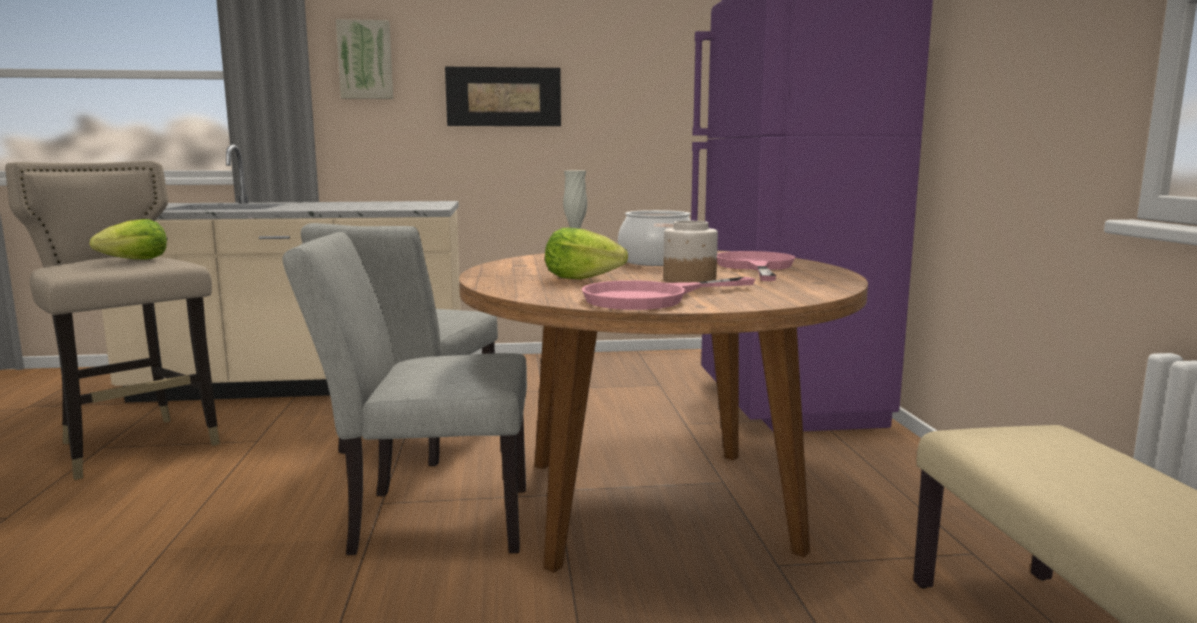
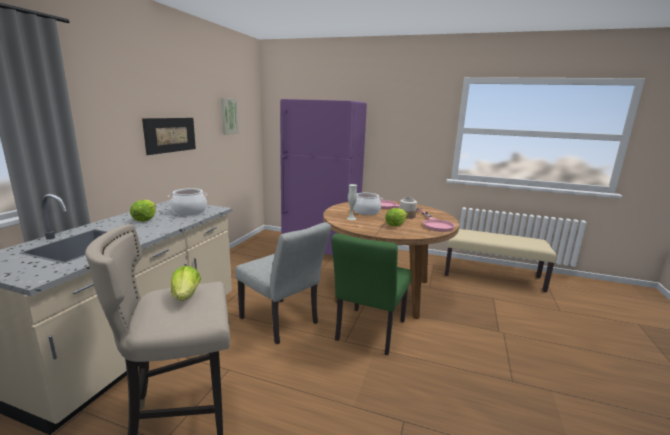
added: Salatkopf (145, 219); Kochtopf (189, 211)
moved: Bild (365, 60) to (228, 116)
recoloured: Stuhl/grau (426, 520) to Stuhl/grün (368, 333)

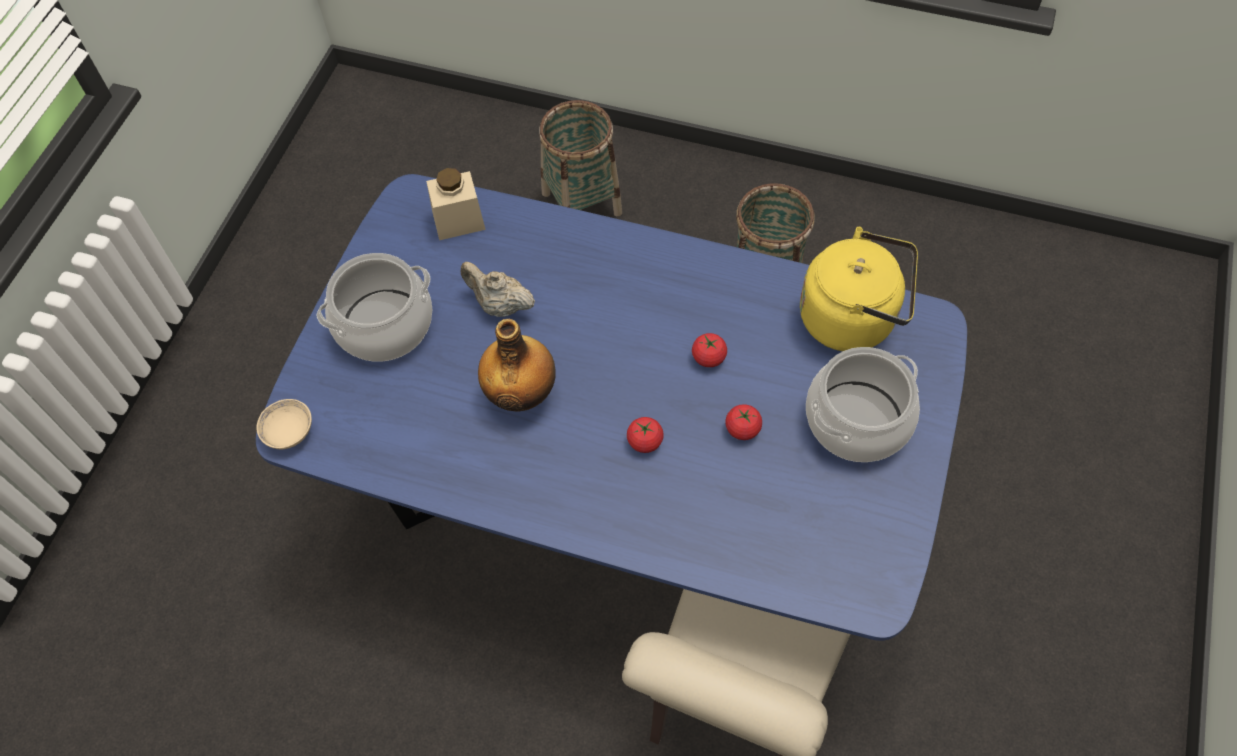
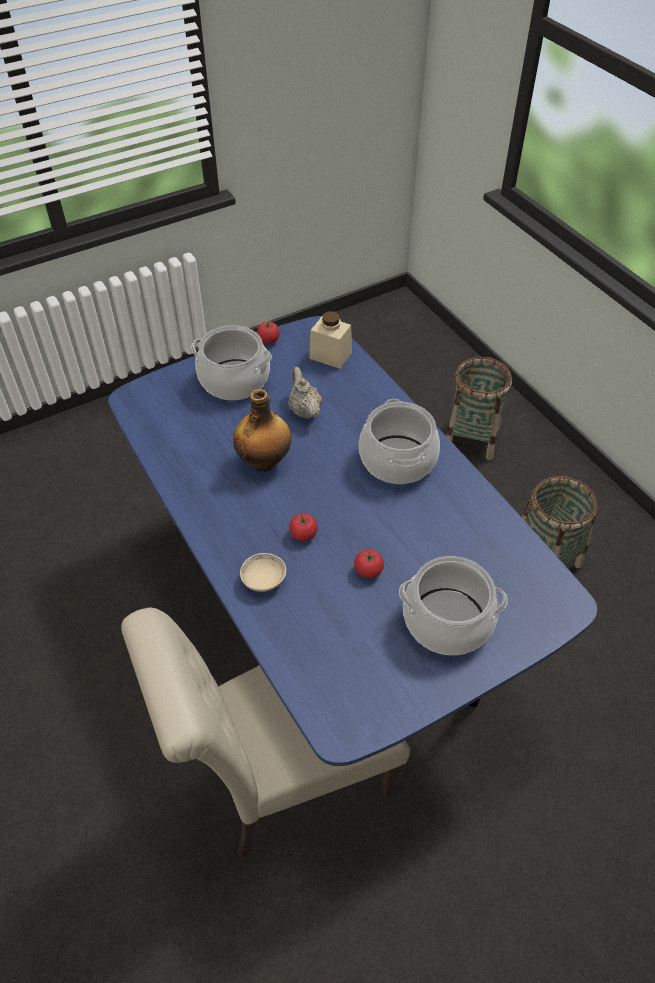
removed: Wasserkessel/gelb (853, 318)
added: Kochtopf (397, 460)
moved: Schüssel/beige (289, 432) to (264, 580); Tomate (708, 357) to (268, 340)

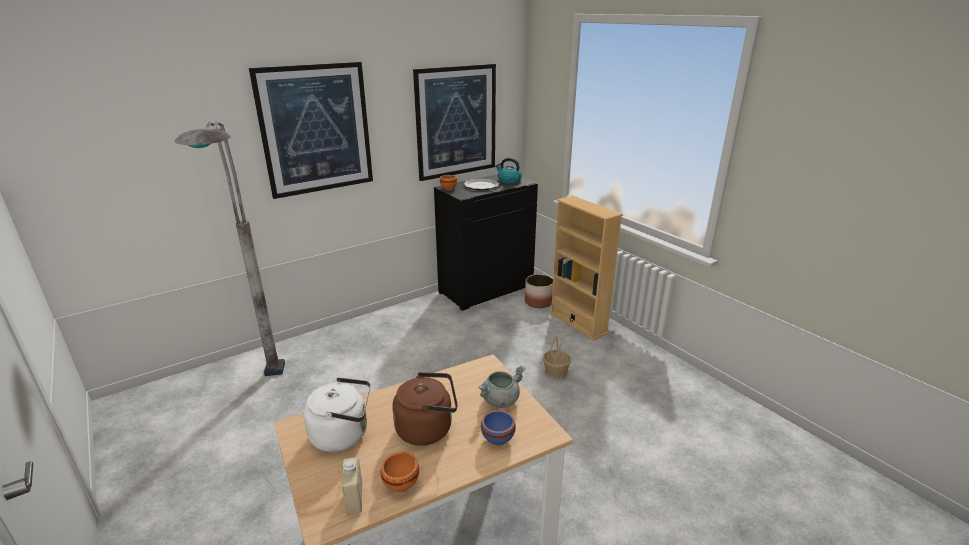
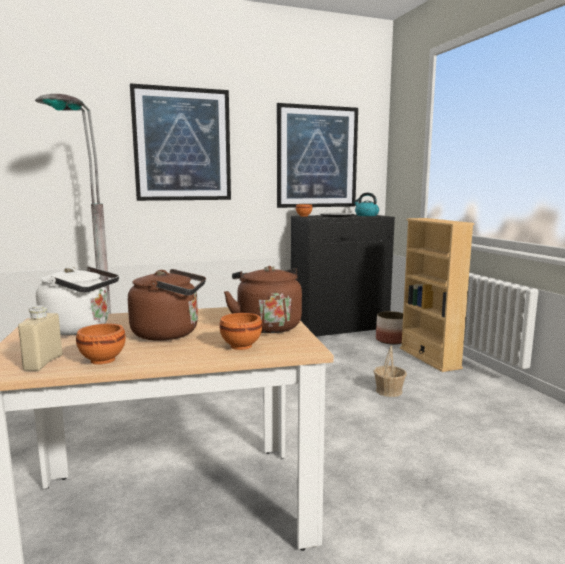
replaced: Kochtopf/grau (500, 400) to Wasserkessel/braun (267, 326)
recoloured: Schüssel/blau (498, 440) to Schüssel/orange (241, 346)

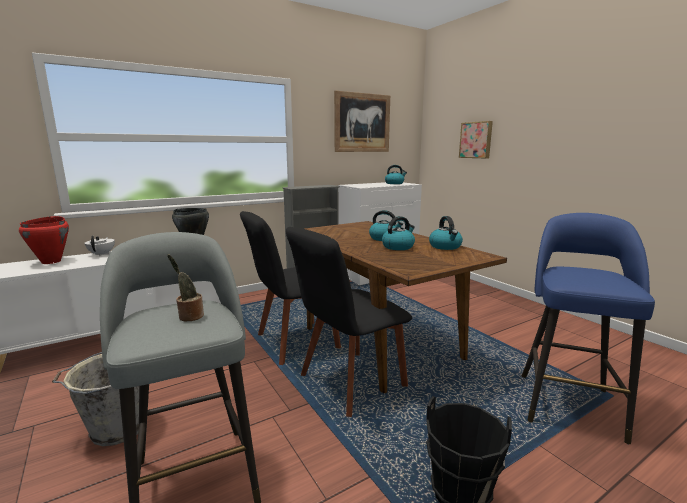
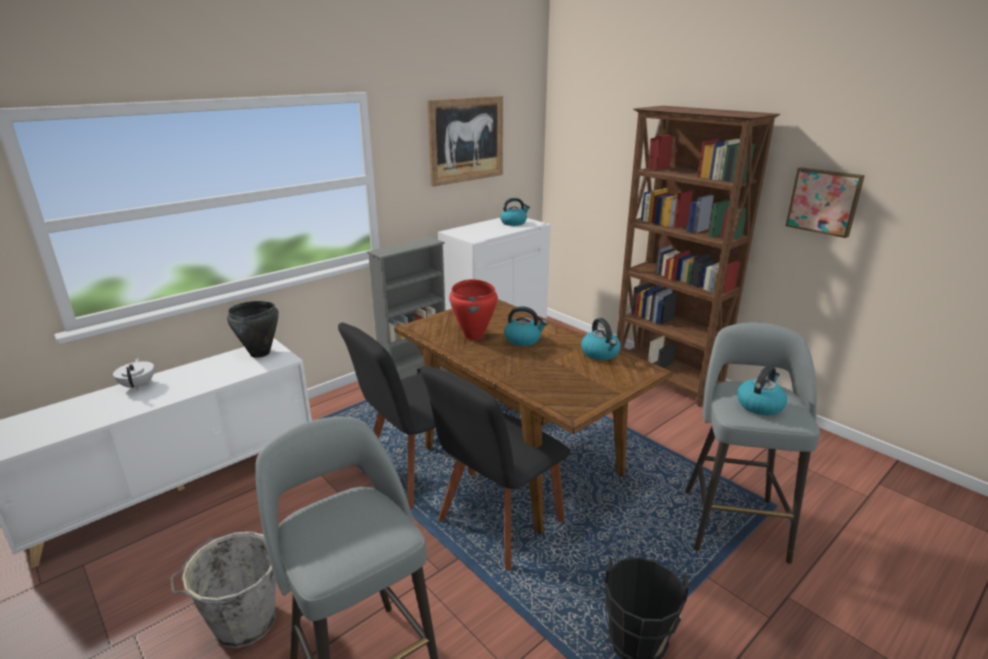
removed: Topfpflanze (189, 316)
added: Bücherregal/braun (666, 380)
moved: Kochtopf/rot (52, 261) to (474, 335); Wasserkessel (398, 247) to (759, 405); Bild (476, 140) to (824, 201)
recoloured: Hocker/blau (568, 403) to Hocker/grau (733, 522)

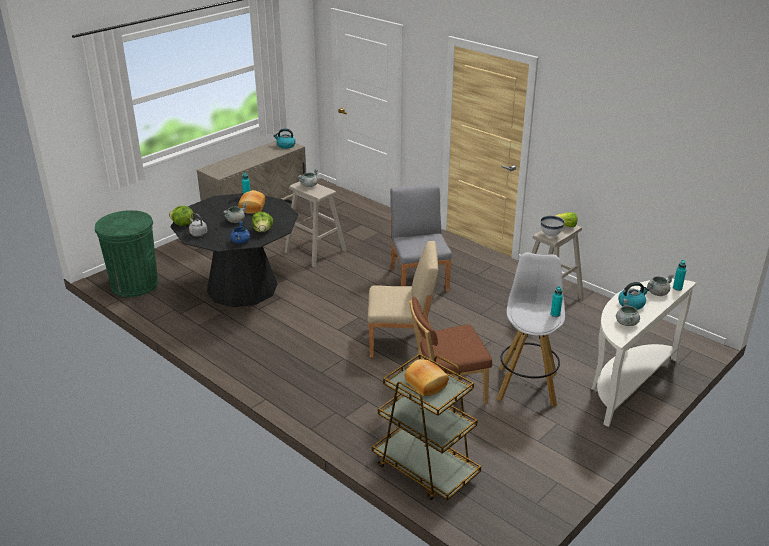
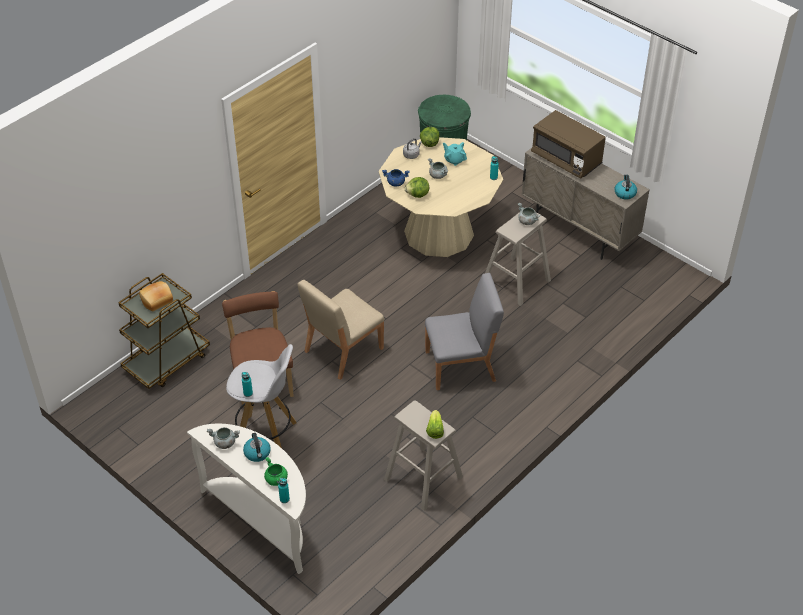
removed: Brot (251, 207); Schüssel/weiß (550, 235)
added: Teekanne/türkis (454, 160); Mikrowelle/braun (566, 159)
recoloured: Esstisch/schwarz (242, 288) to Esstisch/beige (439, 233); Kochtopf/grau (657, 293) to Kochtopf/grün (276, 479)
turned: Stuhl/beige (402, 342) = (342, 350) 45 degrees clockwise

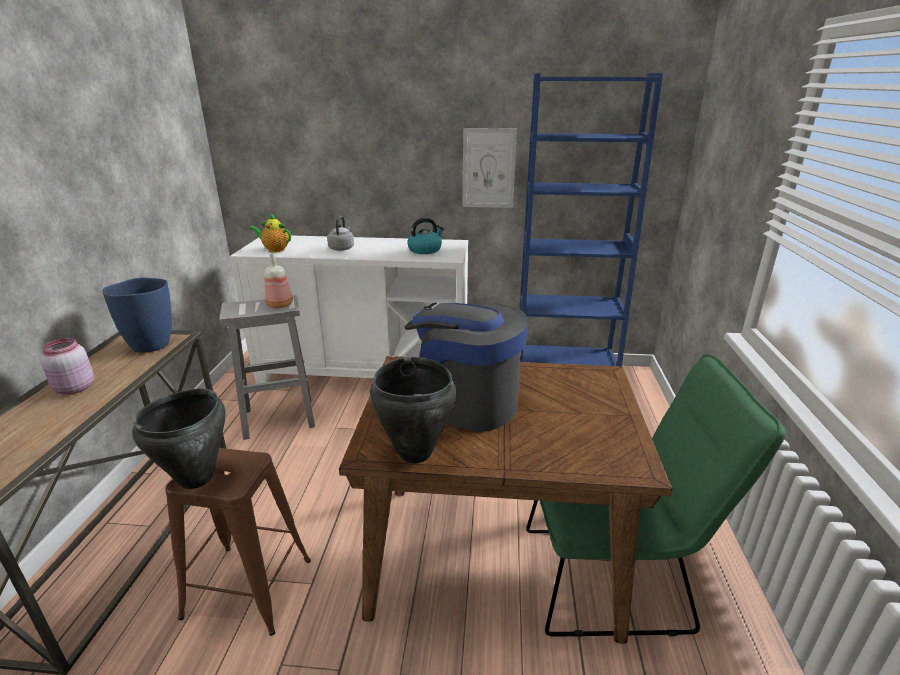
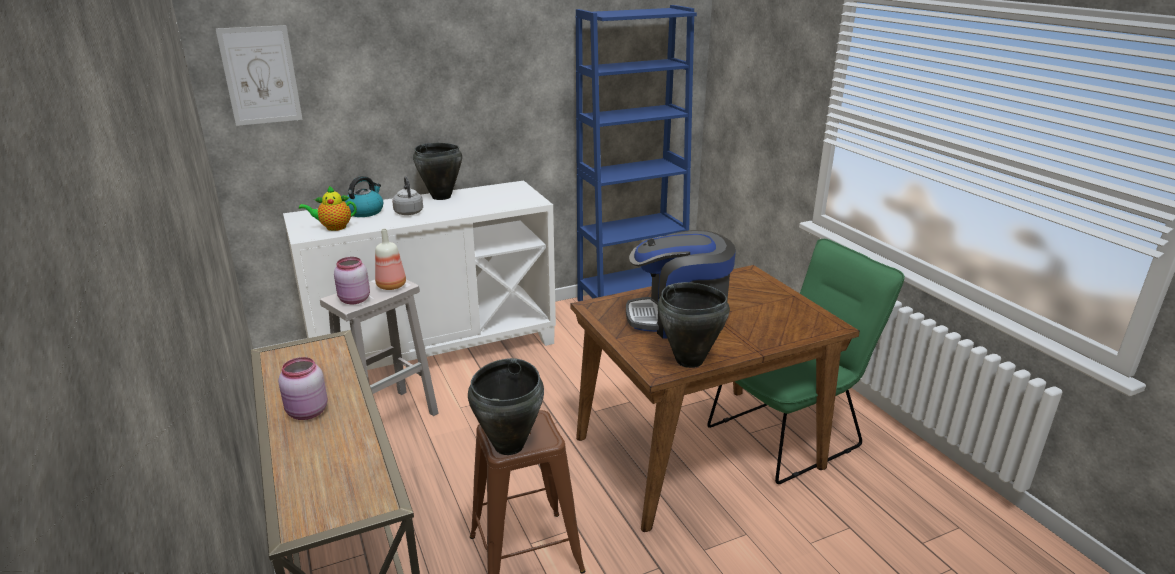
removed: Vase/blau (151, 345)
added: Vorratsglas/rosa (354, 300); Kochtopf/schwarz (441, 197)
moved: Wasserkessel (425, 250) to (365, 211); Bild (488, 168) to (260, 75)

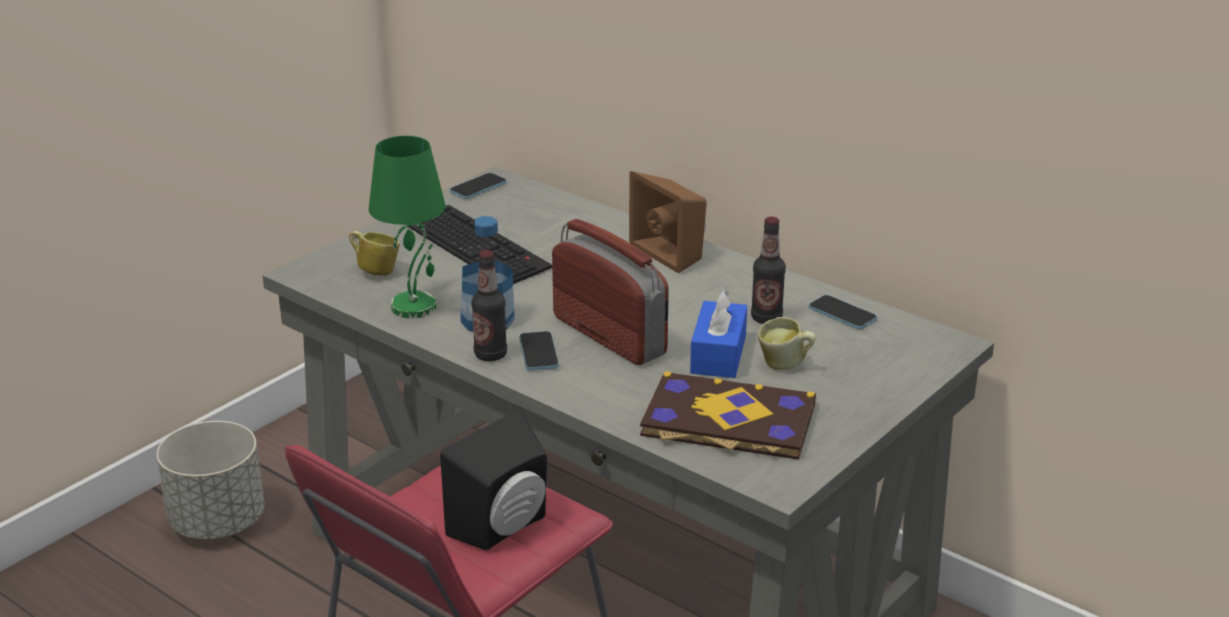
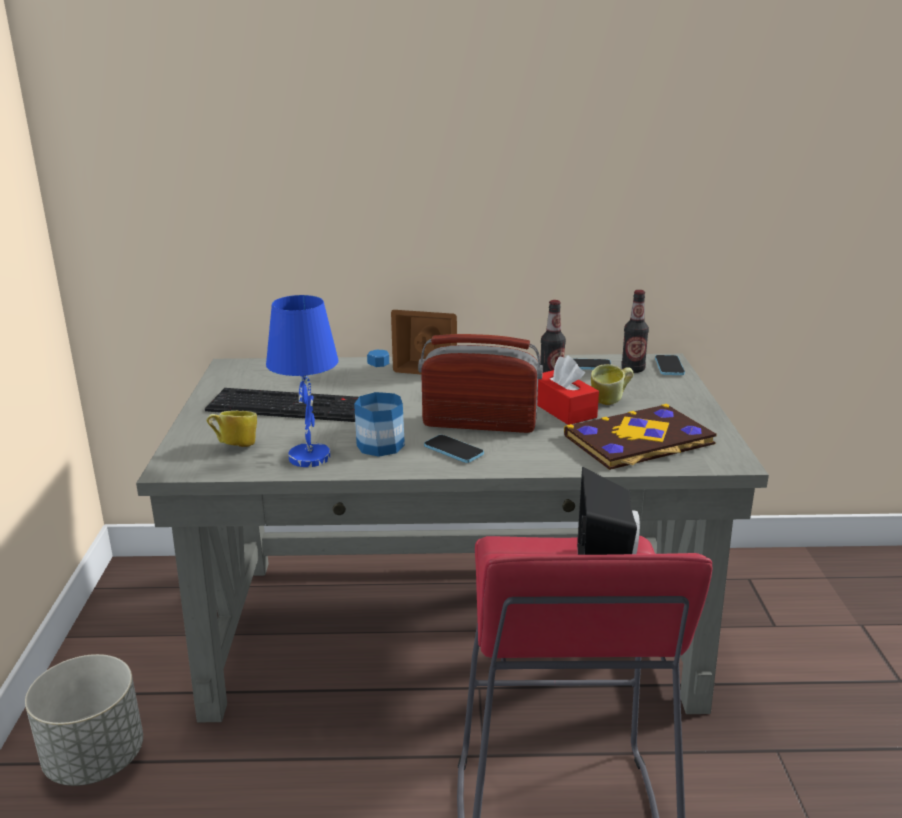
moved: Handy (478, 188) to (669, 366); Flasche (490, 355) to (633, 369)
recoloured: Tischlampe/grün (414, 306) to Tischlampe/blau (309, 456); Taschentuchbox/blau (718, 354) to Taschentuchbox/rot (563, 409)

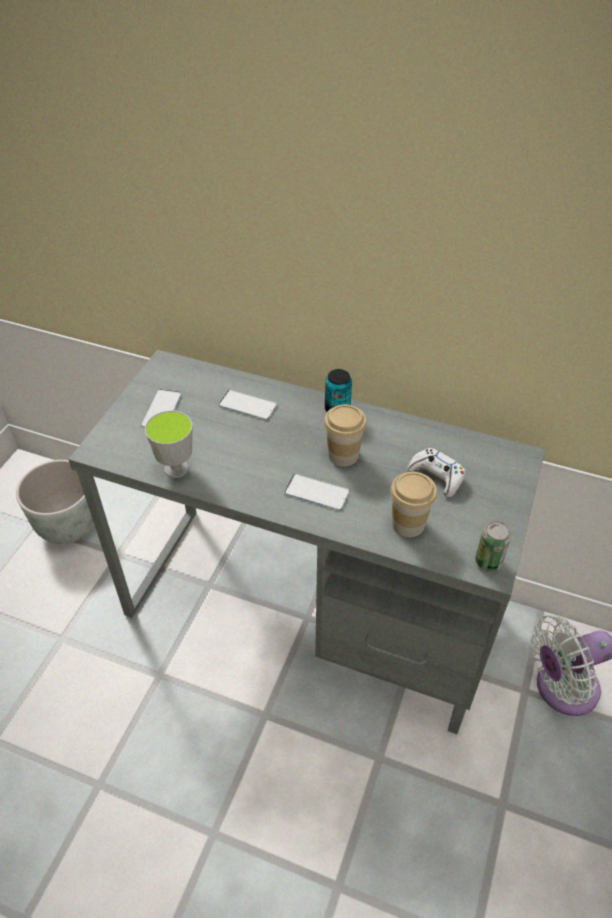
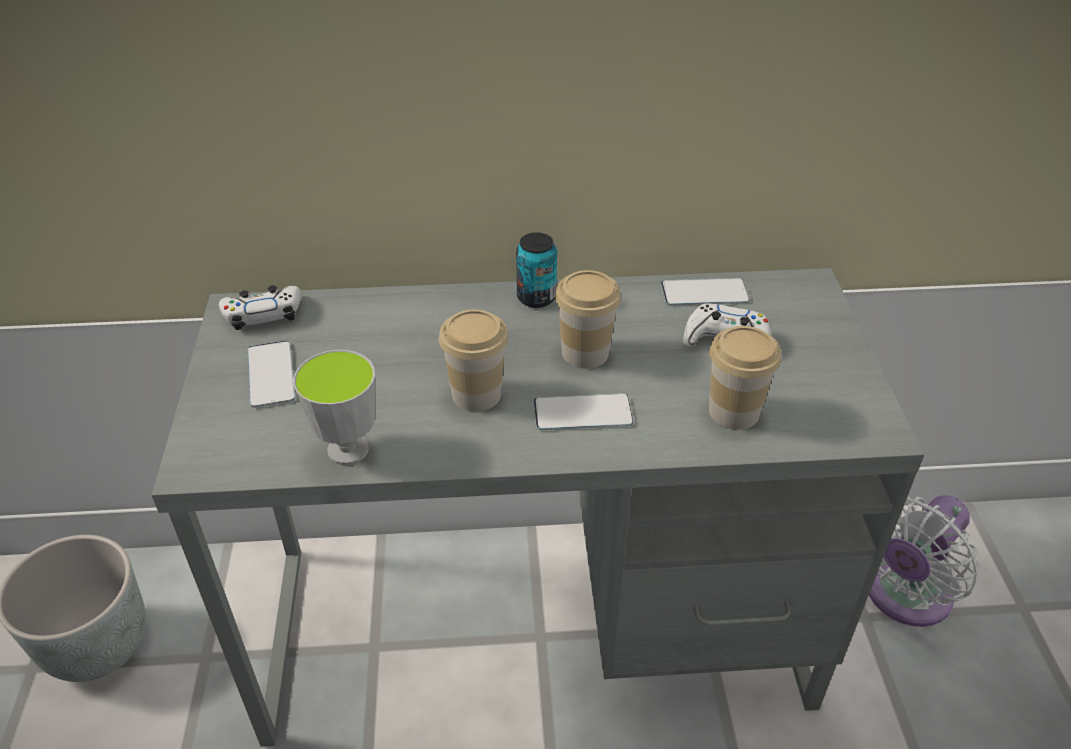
removed: Dose (488, 561)
added: Gamepad/weiß (263, 314); Tasse (476, 394)
moved: Handy (247, 405) to (704, 293)

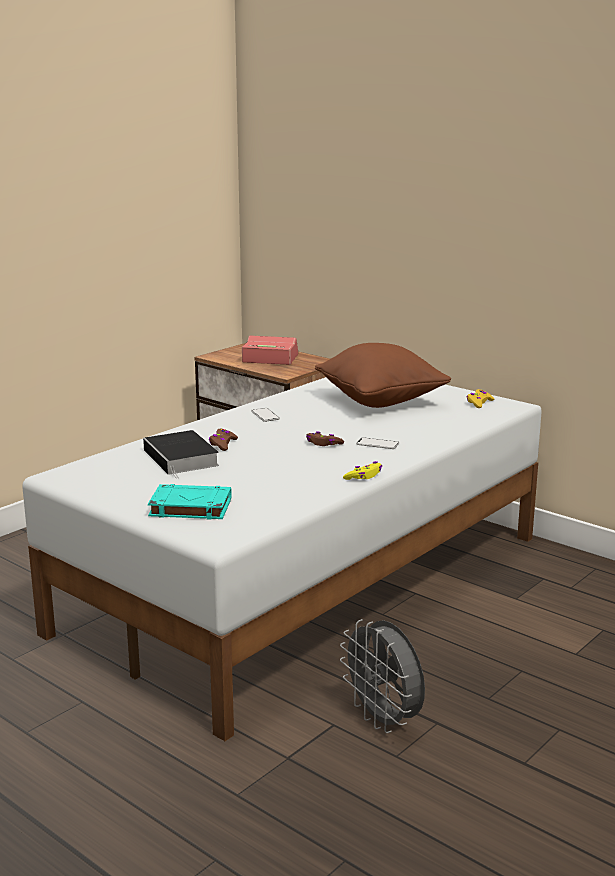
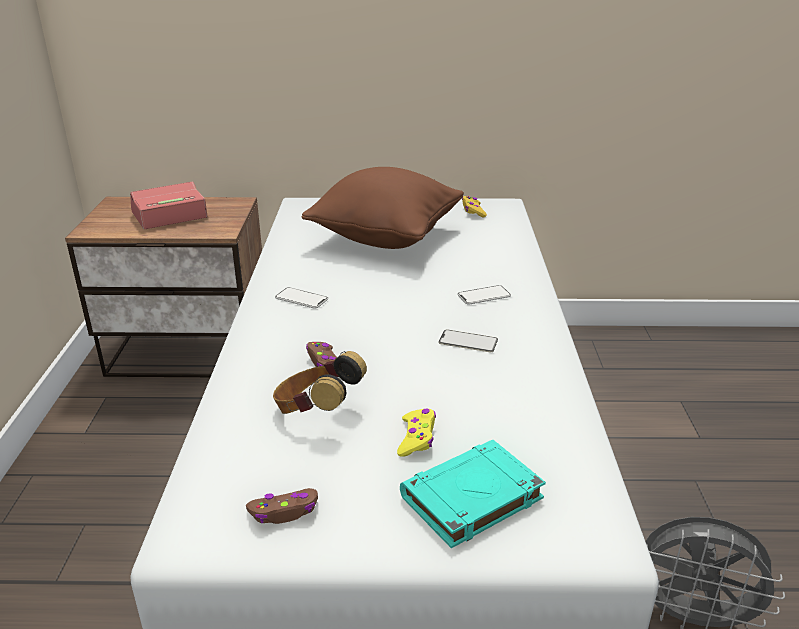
added: Handy (468, 341)
moved: Gamepad/braun (323, 444) to (284, 512); Gamepad/gelb (364, 476) to (417, 438)
replaced: Buch (182, 458) to Kopfhörer (317, 411)

